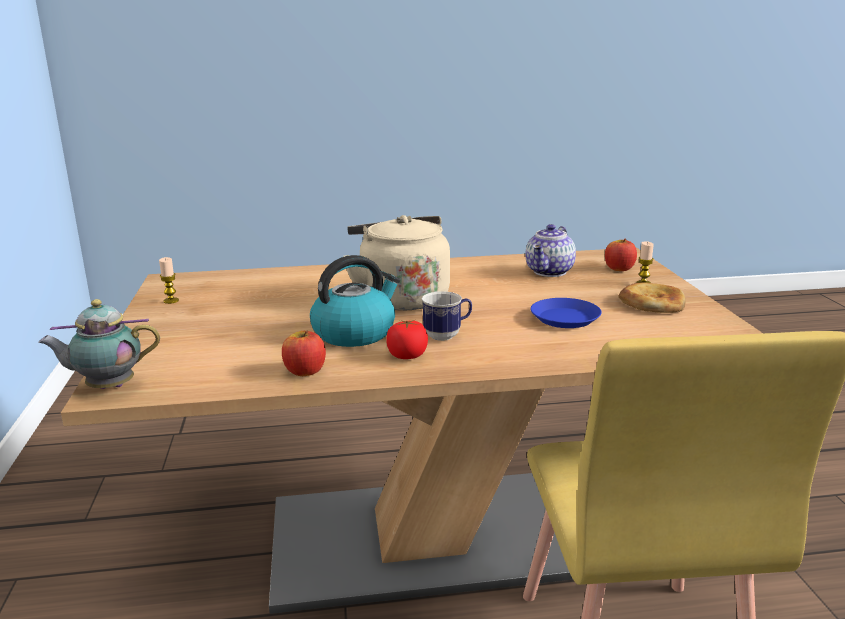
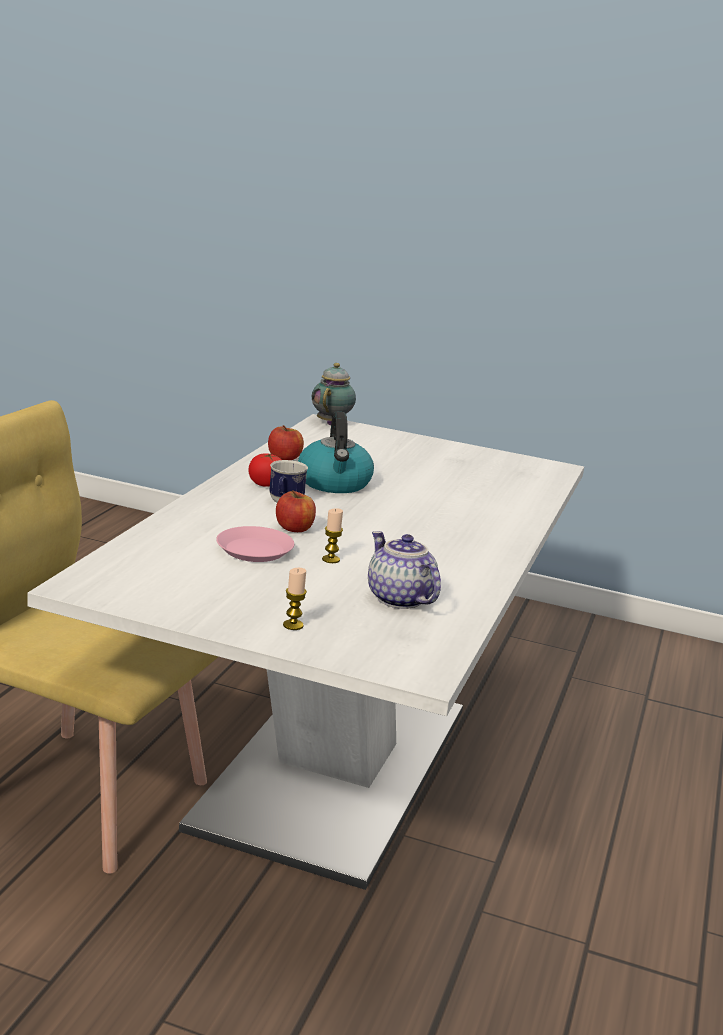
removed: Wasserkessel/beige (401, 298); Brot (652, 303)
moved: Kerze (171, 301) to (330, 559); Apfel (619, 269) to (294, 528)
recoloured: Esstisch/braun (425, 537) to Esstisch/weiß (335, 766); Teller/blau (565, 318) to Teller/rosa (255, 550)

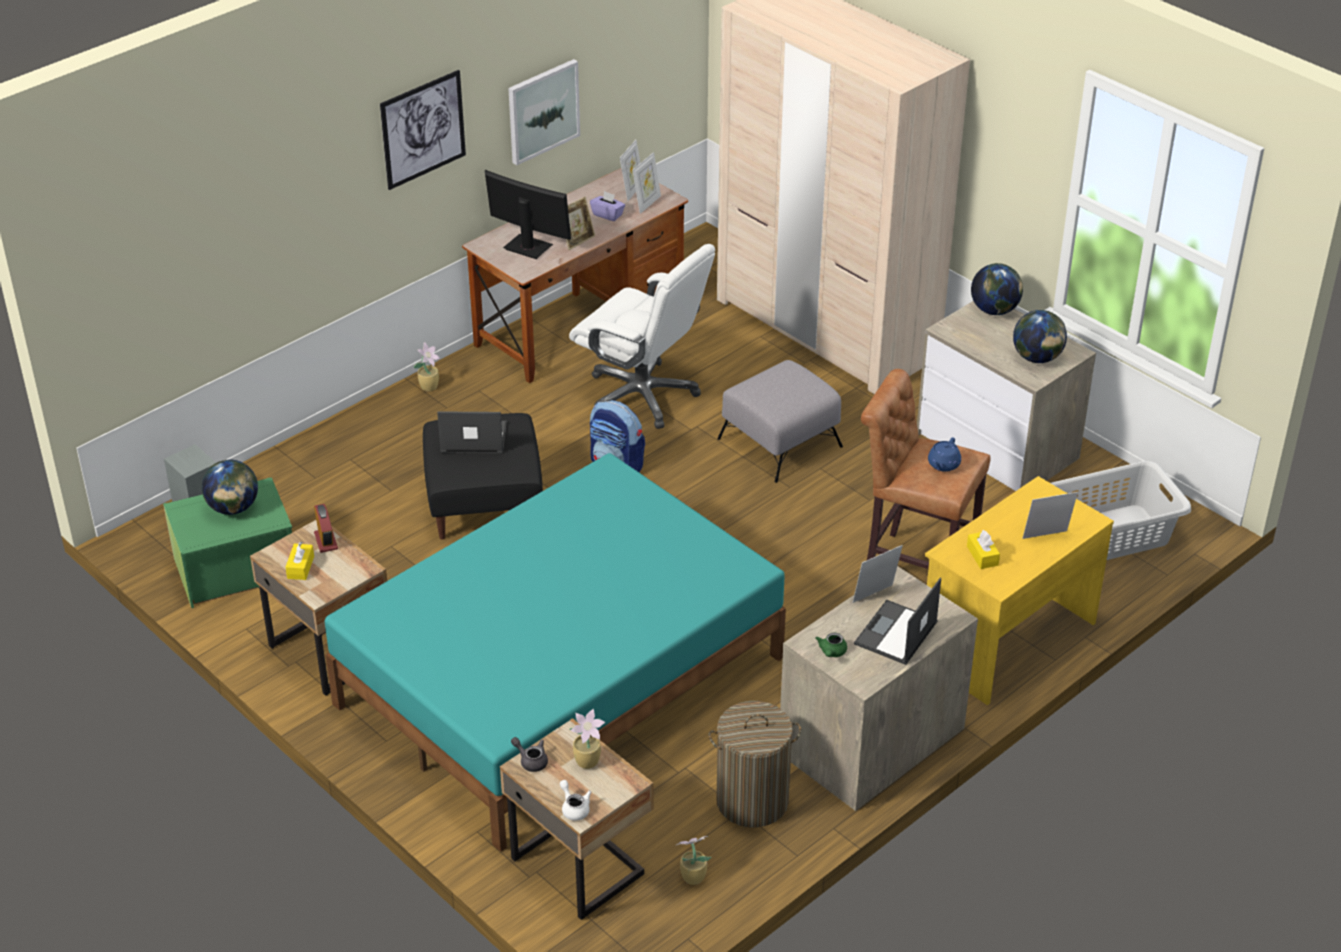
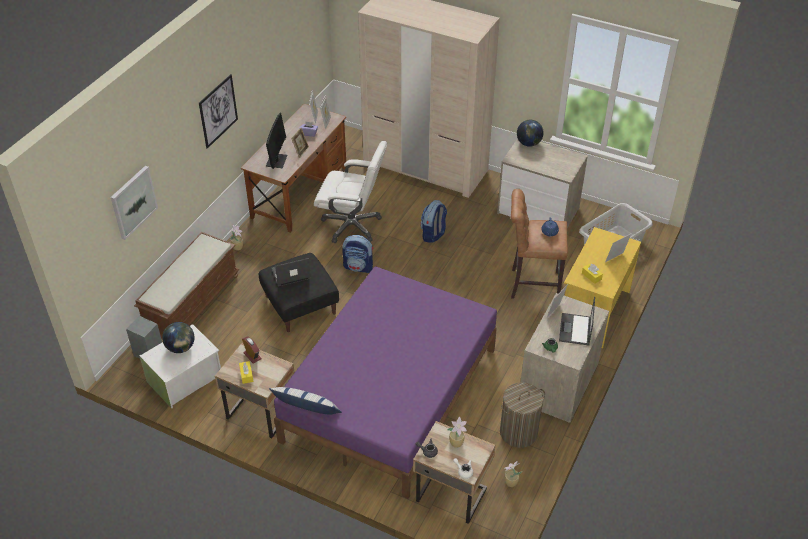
removed: Globus (1037, 358)
added: Bank/braun (192, 304); Kissen (306, 409)
moved: Bild (542, 111) to (133, 202)
replaced: Polsterhocker/grau (779, 442) to Rucksack (433, 234)
recoloured: Aufbewahrungsbox/grün (237, 570) to Aufbewahrungsbox/weiß (186, 379); Bett/türkis (560, 680) to Bett/lila (390, 394)
turned: Monitor (528, 247) = (276, 161) 90 degrees clockwise

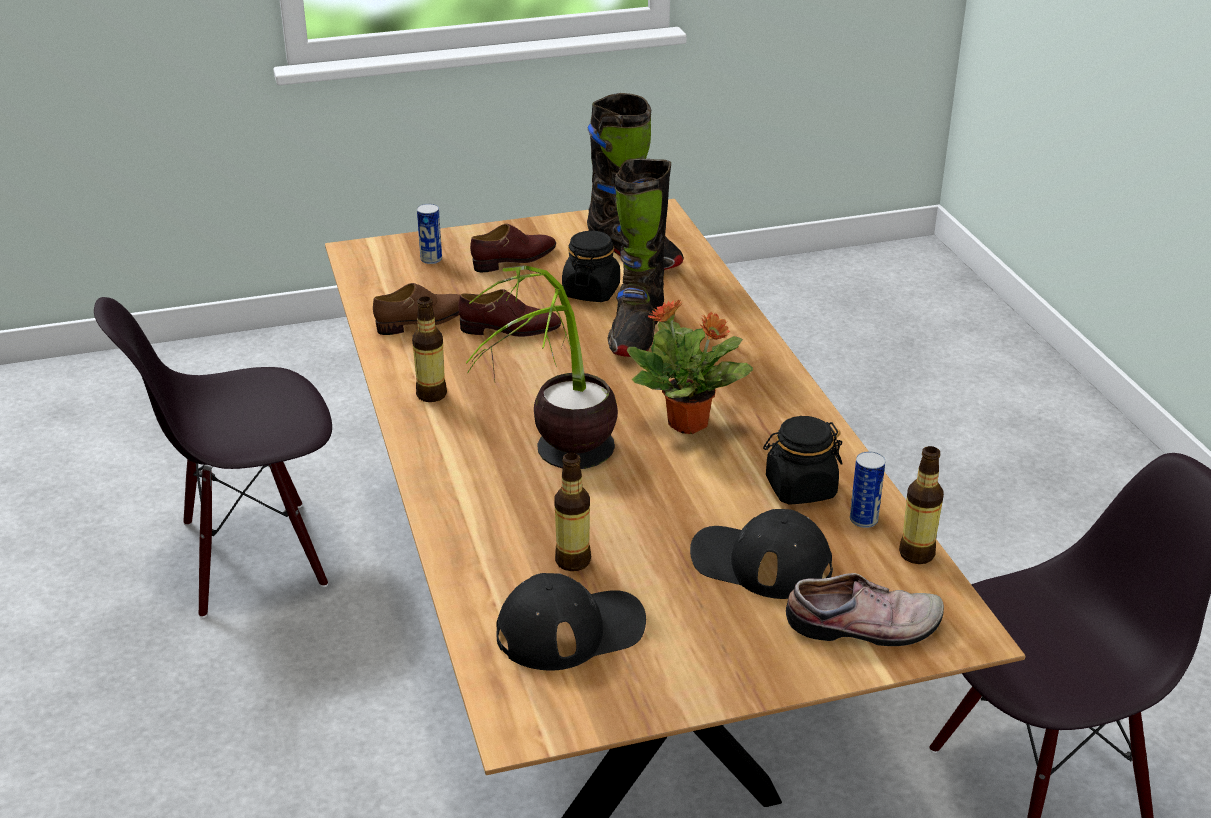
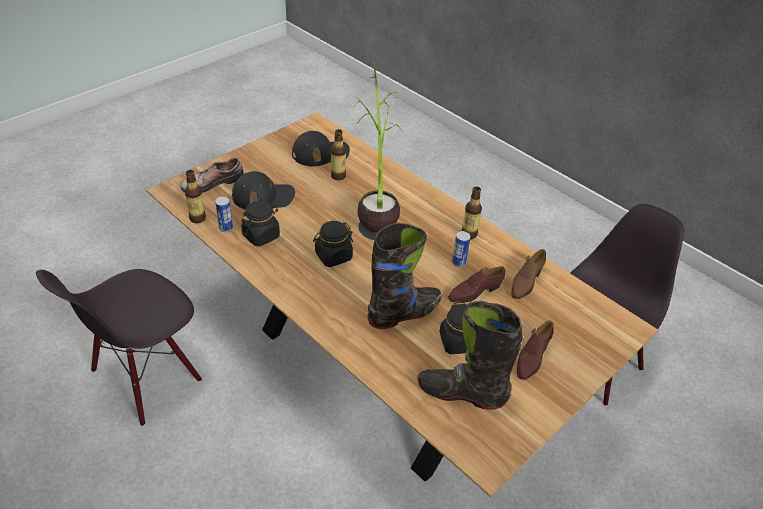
moved: Dose (431, 259) to (458, 263)
replaced: Topfpflanze (689, 424) to Vorratsglas/schwarz (333, 256)
turned: Kappe/schwarz (571, 629) = (320, 153) 150 degrees counterclockwise; Stiefel/schwarz (636, 333) = (404, 313) 75 degrees clockwise

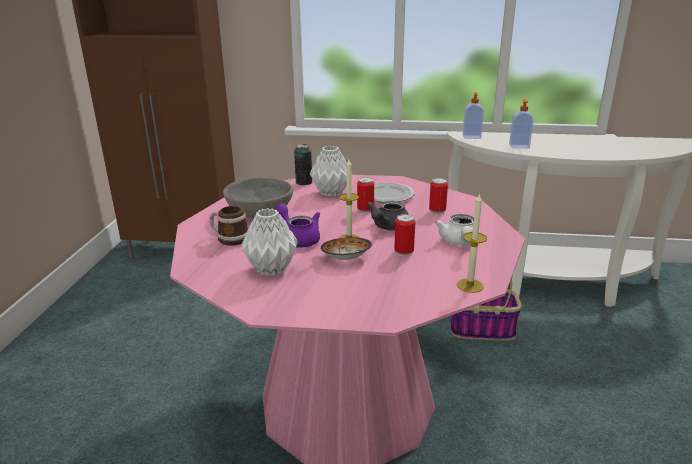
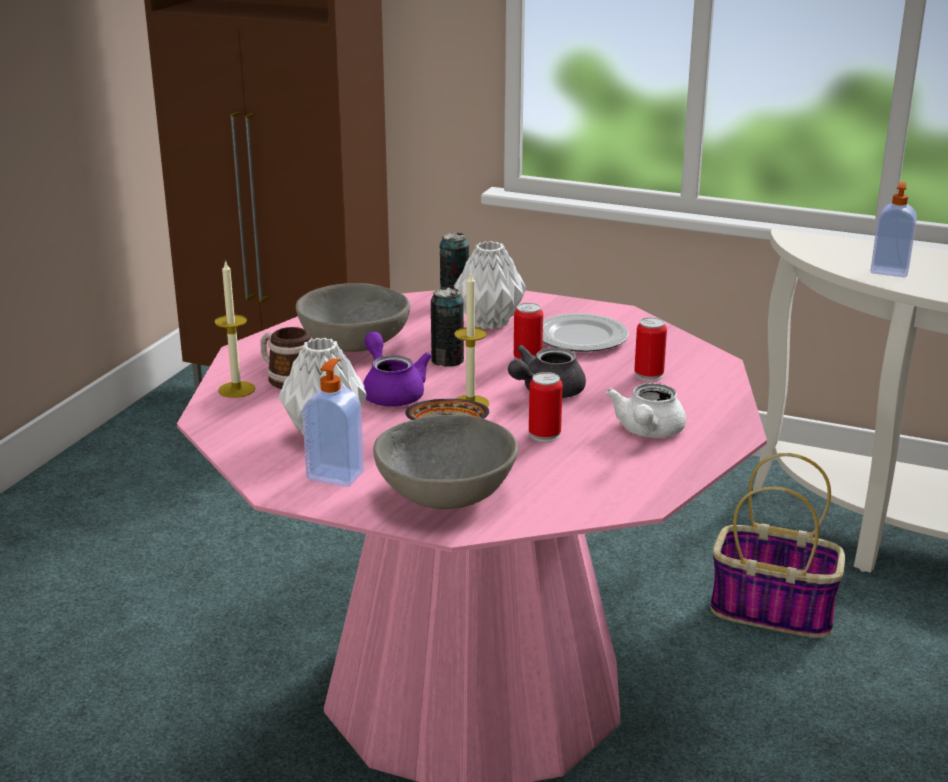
added: Schüssel/grau (445, 494); Dose (447, 361)
moved: Kerze (470, 285) to (236, 389); Seifenspender (471, 137) to (336, 475)

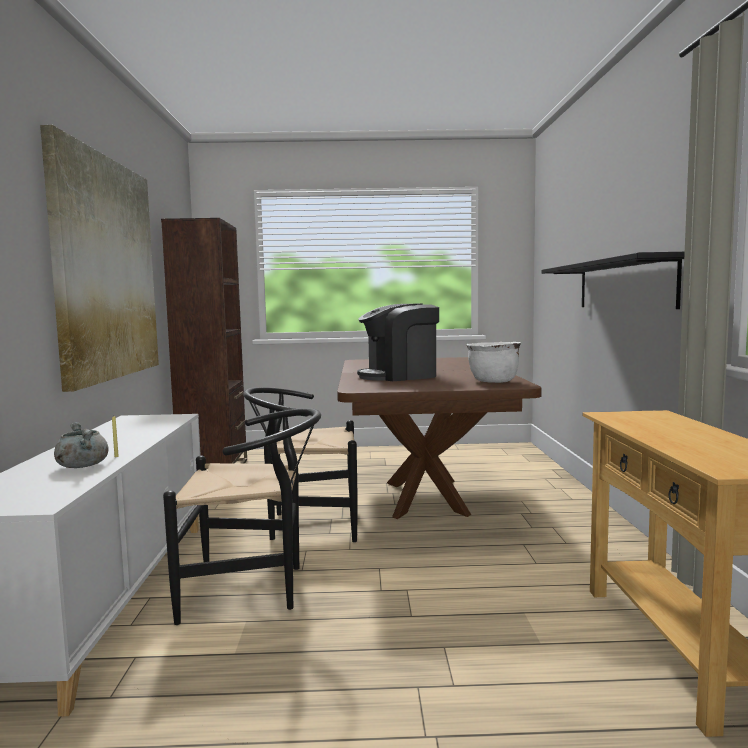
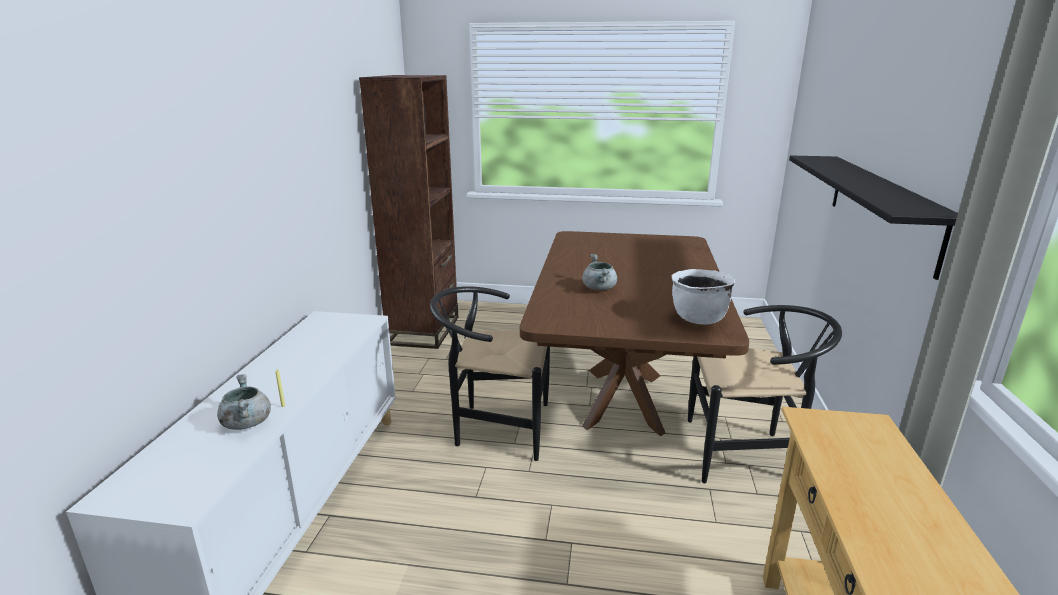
removed: Bild (106, 269)
moved: Stuhl/schwarz (254, 588) to (747, 453)
replaced: Kaffeemaschine (399, 376) to Kochtopf/grau (599, 288)

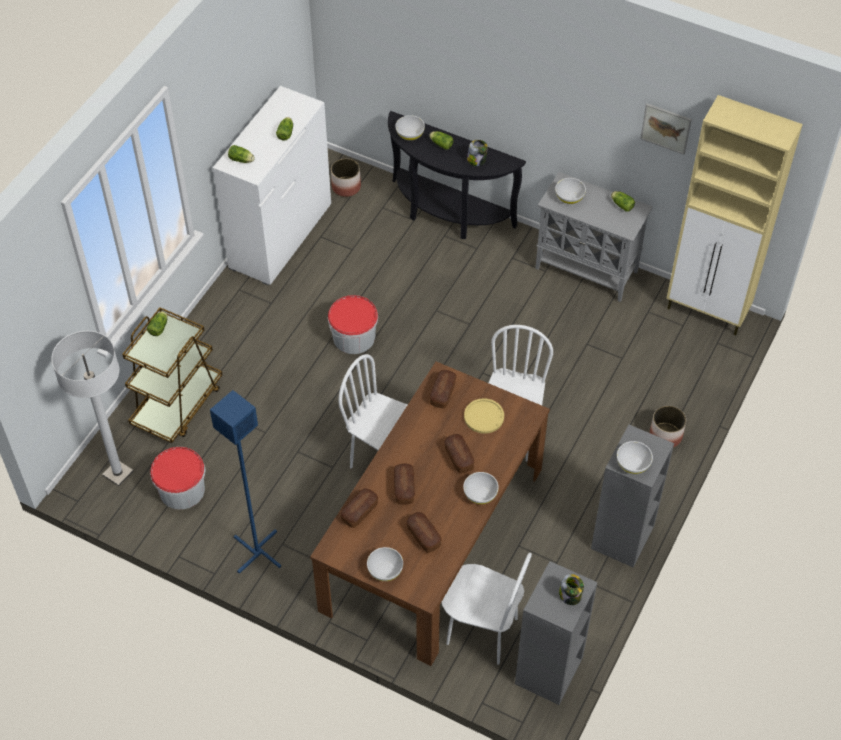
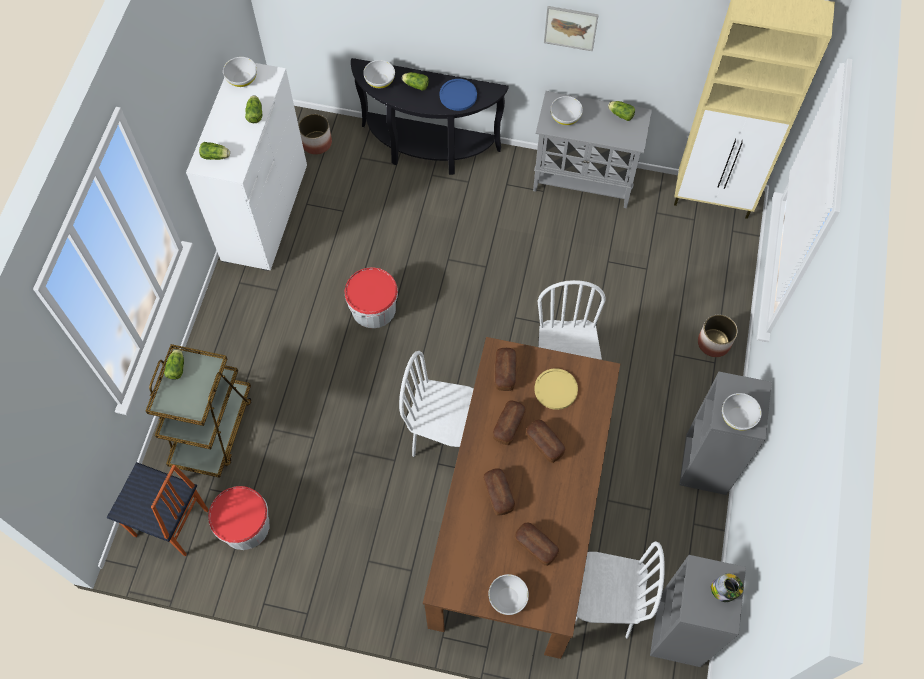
removed: Stehlampe/blau (257, 552)
moved: Brot (359, 512) to (508, 426); Schüssel/weiß (480, 494) to (242, 79); Bild (666, 128) to (570, 28)
replaced: Stehlampe/weiß (118, 473) to Stuhl (171, 524); Vorratsglas (477, 160) to Teller/blau (458, 95)

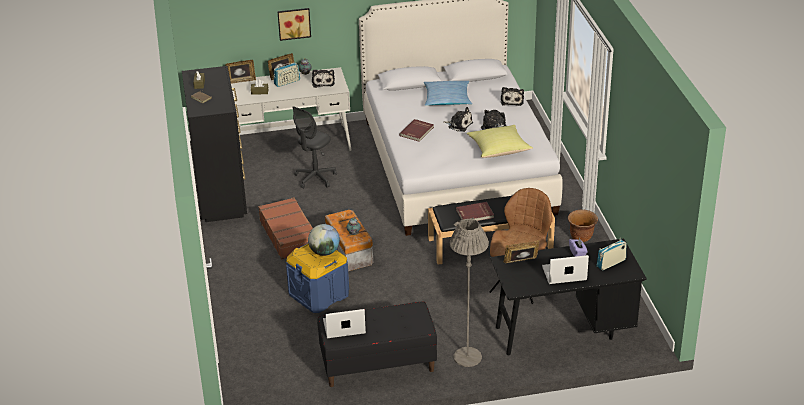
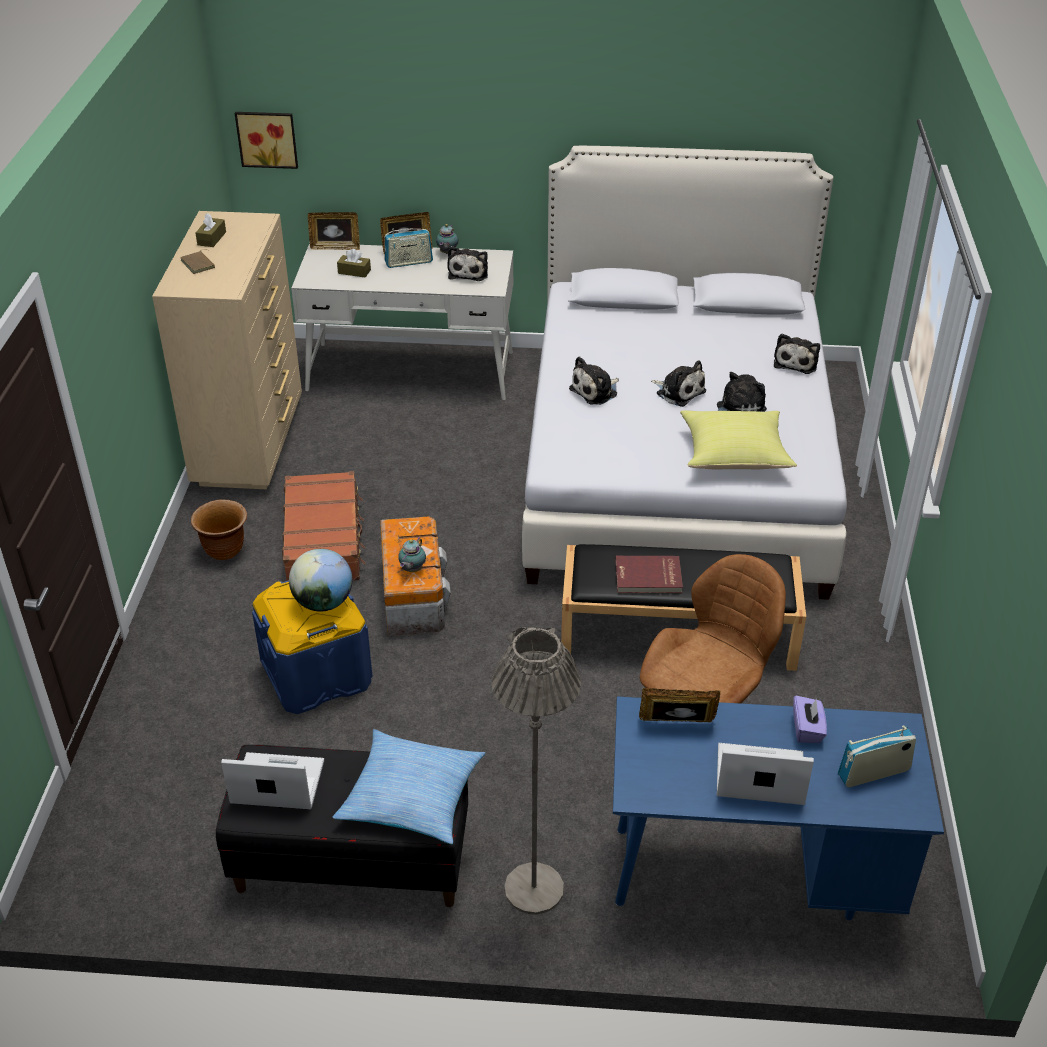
removed: Bürostuhl/grau (315, 178)
moved: Bild (294, 23) to (267, 138); Kissen (447, 98) to (411, 796); Pflanzkübel/braun (581, 237) to (225, 550)
replaced: Buch/rot (417, 131) to Plüschtier (596, 391)
recoloured: Kommode/schwarz (221, 196) to Kommode/beige (251, 443); Schreibtisch/schwarz (563, 332) to Schreibtisch/blau (752, 874)

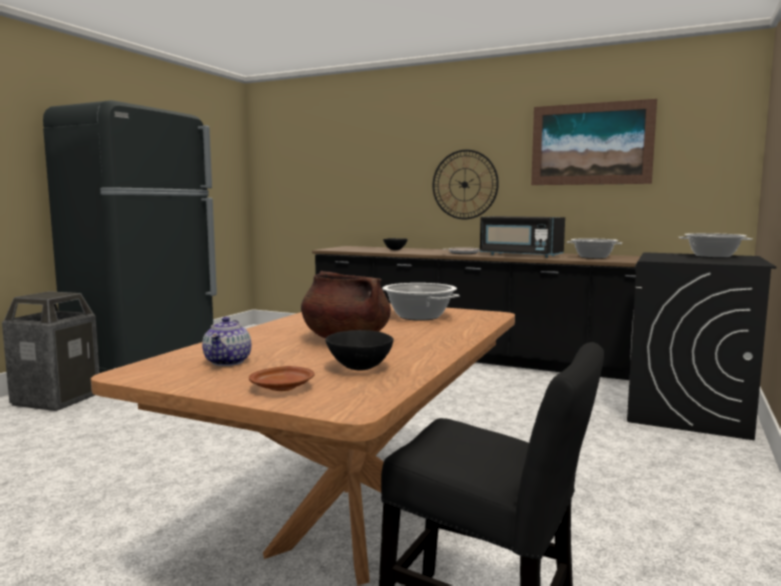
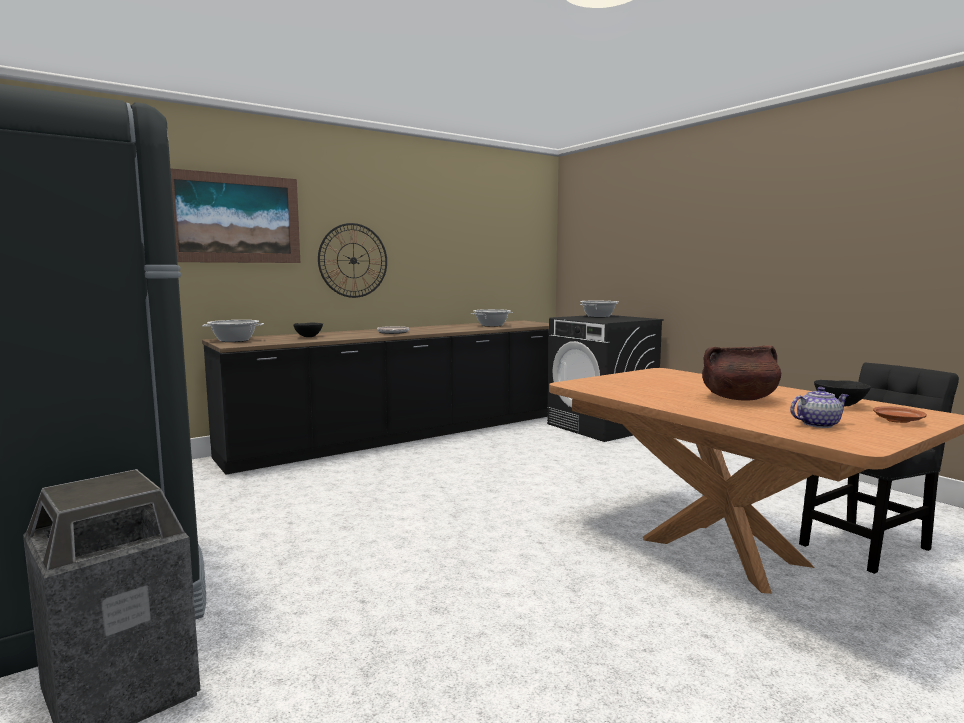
removed: Mikrowelle/schwarz (520, 255)
moved: Kochtopf (419, 316) to (234, 340); Bild (591, 144) to (235, 218)
turned: Teekanne (228, 361) = (817, 424) 45 degrees counterclockwise

